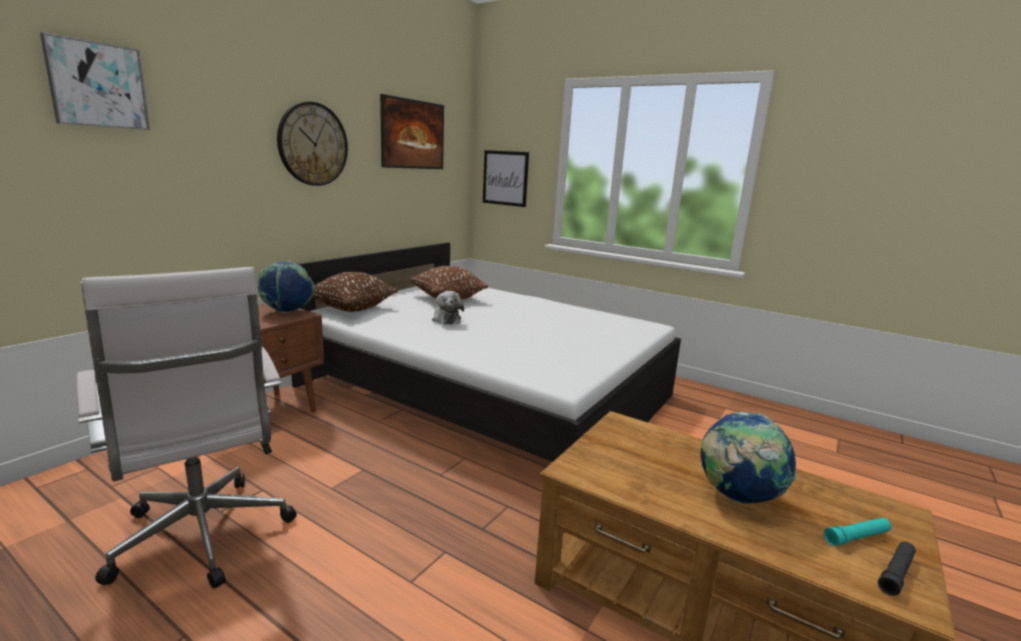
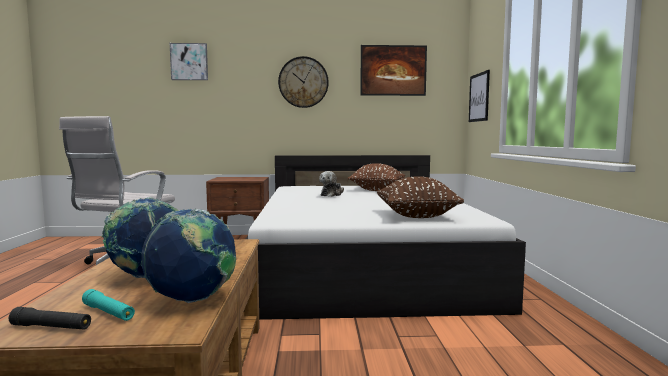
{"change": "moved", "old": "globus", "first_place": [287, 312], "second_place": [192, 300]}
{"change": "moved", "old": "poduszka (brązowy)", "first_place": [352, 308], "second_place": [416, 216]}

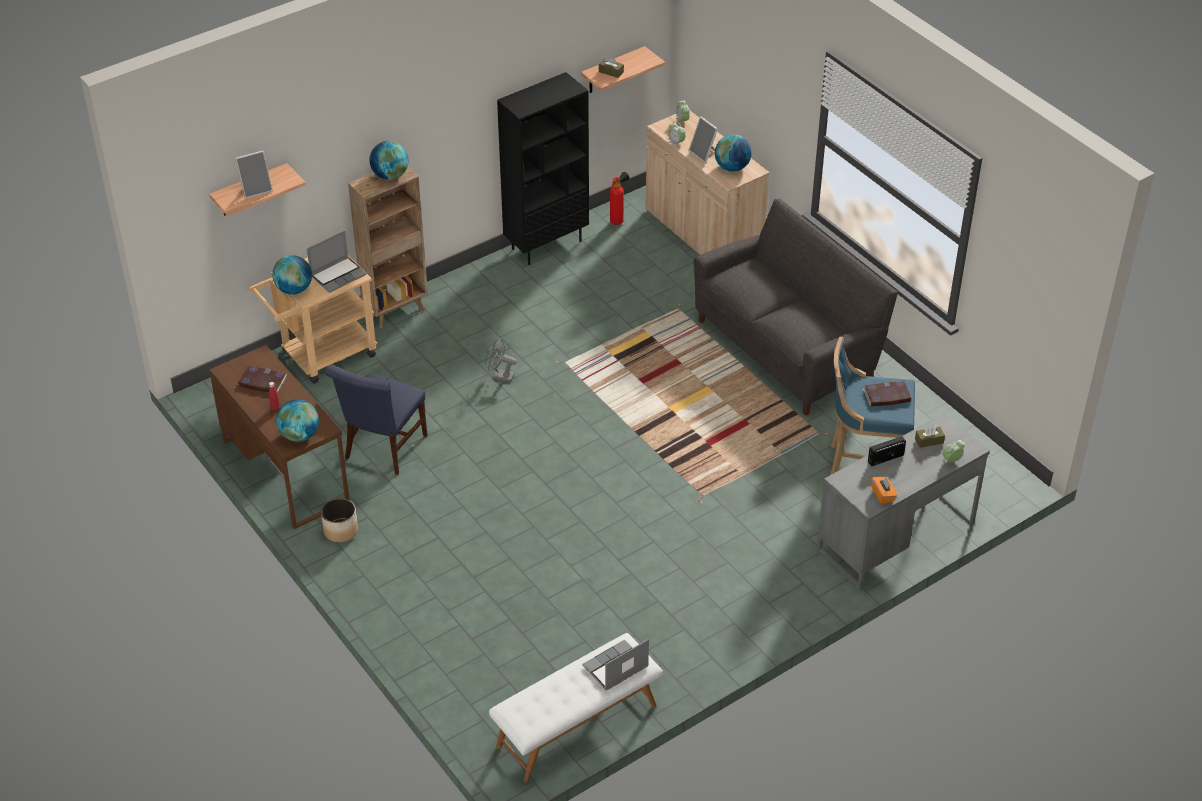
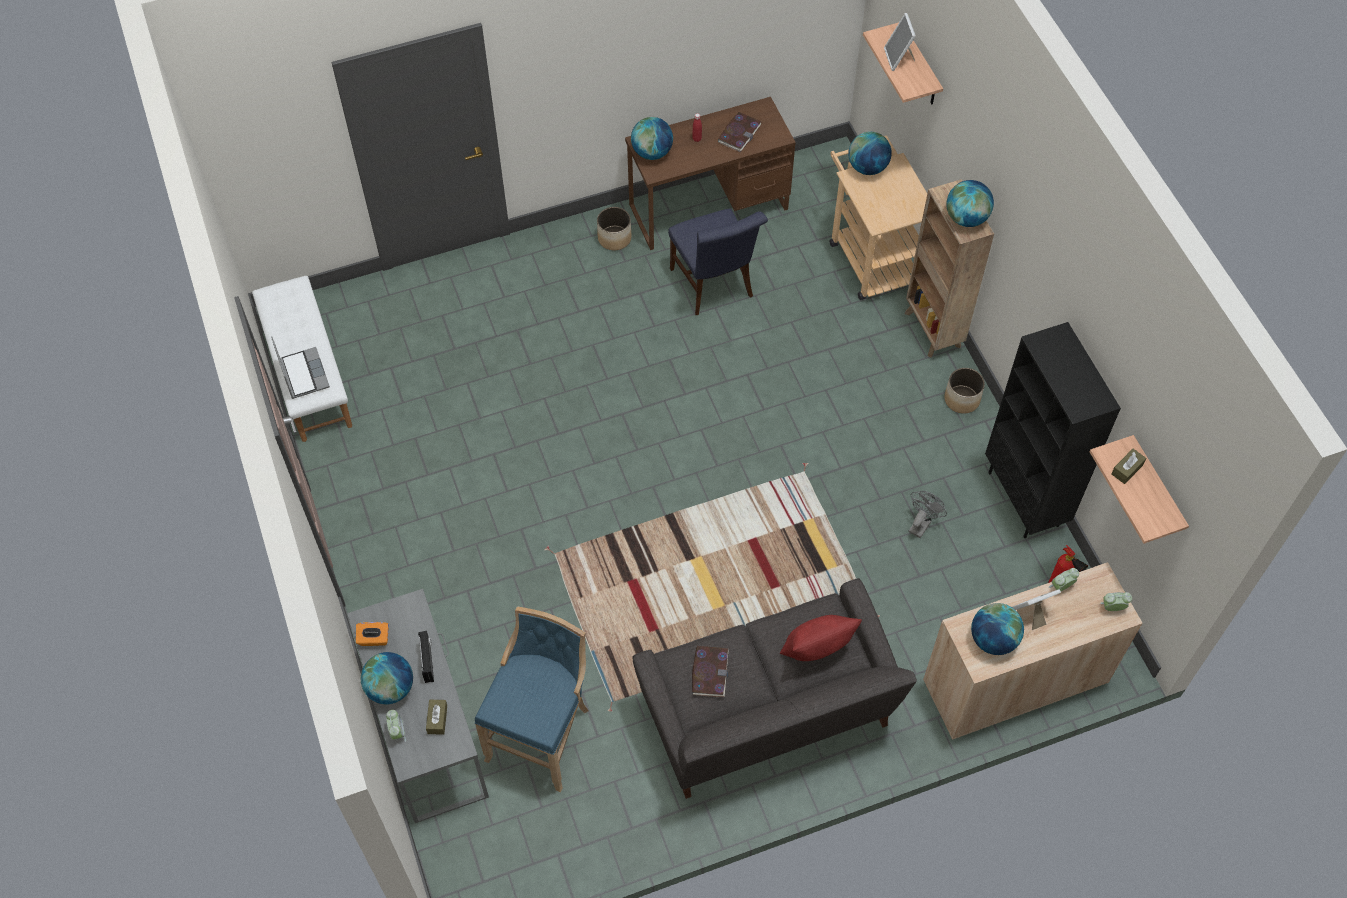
{"change": "removed", "old": "laptop", "first_place": [338, 275]}
{"change": "turned", "old": "krzesło (niebieski)", "first_place": [383, 450], "second_place": [714, 286], "degrees": -150}
{"change": "moved", "old": "wentylator (szary)", "first_place": [499, 375], "second_place": [921, 523]}
{"change": "moved", "old": "książka", "first_place": [886, 396], "second_place": [709, 672]}
{"change": "added", "new": "globus", "second_place": [390, 688]}
{"change": "added", "new": "poduszka (czerwony)", "second_place": [816, 649]}
{"change": "added", "new": "donica", "second_place": [961, 399]}

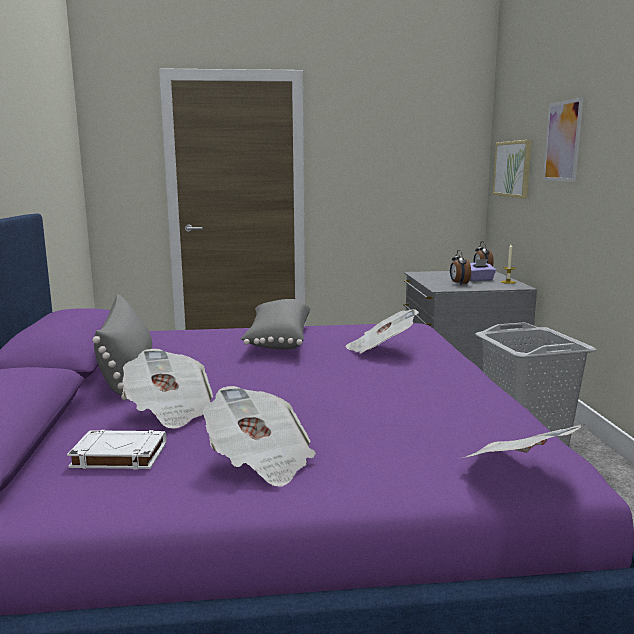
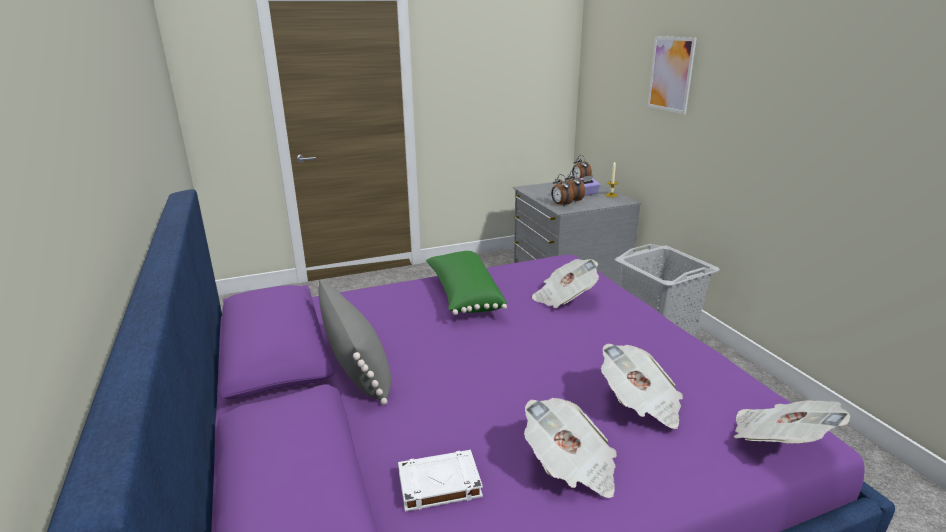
{"change": "moved", "old": "gazeta", "first_place": [170, 410], "second_place": [640, 403]}
{"change": "recoloured", "old": "poduszka (szary)", "new": "poduszka (zielony)", "first_place": [277, 340], "second_place": [463, 295]}
{"change": "removed", "old": "obraz", "first_place": [512, 169]}
{"change": "added", "new": "budzik", "second_place": [560, 205]}

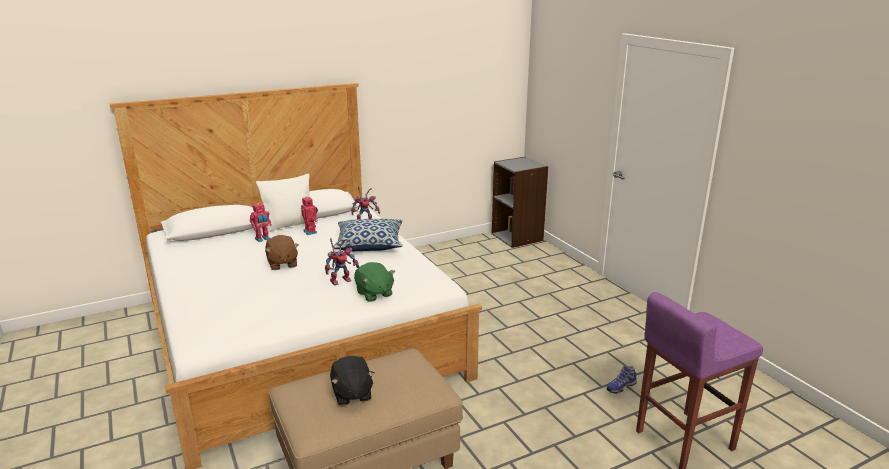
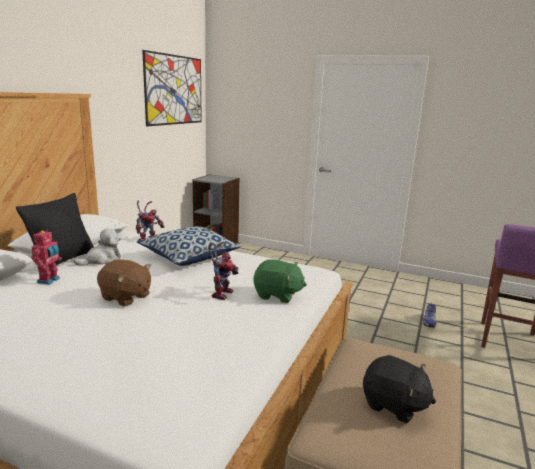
{"change": "recoloured", "old": "poduszka (biały)", "new": "poduszka (czarny)", "first_place": [290, 225], "second_place": [63, 260]}
{"change": "replaced", "old": "robot zabawkowy", "new": "pluszak", "first_place": [311, 232], "second_place": [102, 260]}
{"change": "added", "new": "obraz", "second_place": [174, 90]}

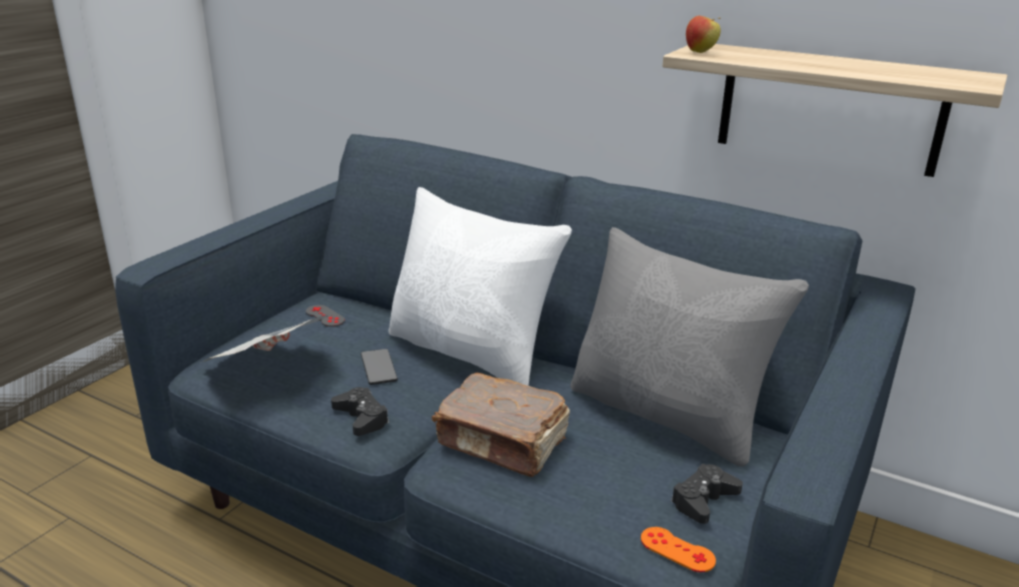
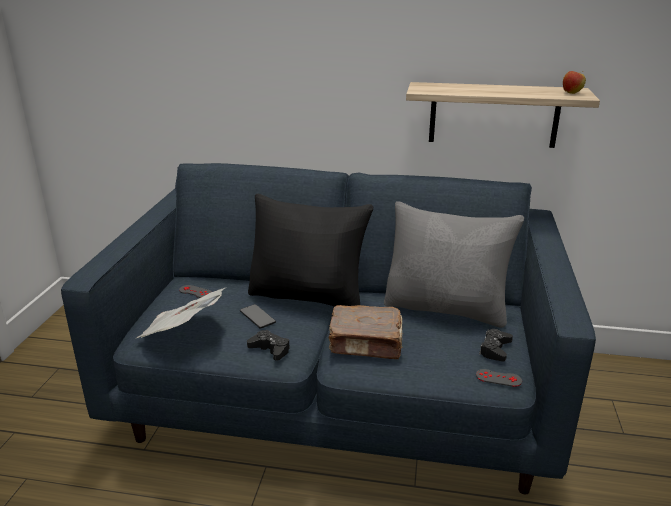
{"change": "recoloured", "old": "poduszka (biały)", "new": "poduszka (czarny)", "first_place": [471, 352], "second_place": [308, 296]}
{"change": "recoloured", "old": "pad do gier (pomarańczowy)", "new": "pad do gier (szary)", "first_place": [677, 550], "second_place": [498, 378]}
{"change": "moved", "old": "jabłko", "first_place": [701, 52], "second_place": [572, 93]}

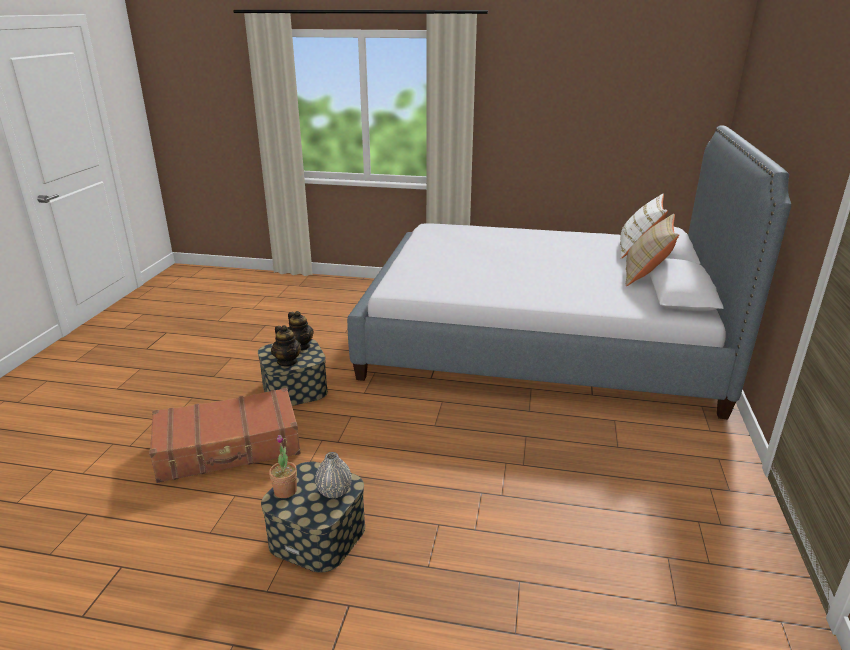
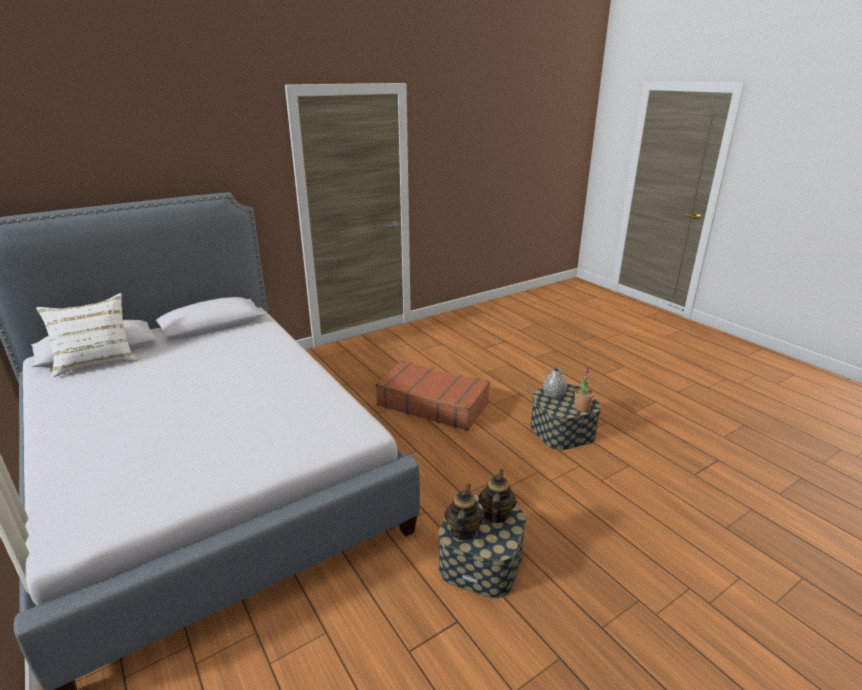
{"change": "moved", "old": "walizka (brązowy)", "first_place": [229, 447], "second_place": [432, 404]}
{"change": "removed", "old": "poduszka (beżowy)", "first_place": [645, 275]}

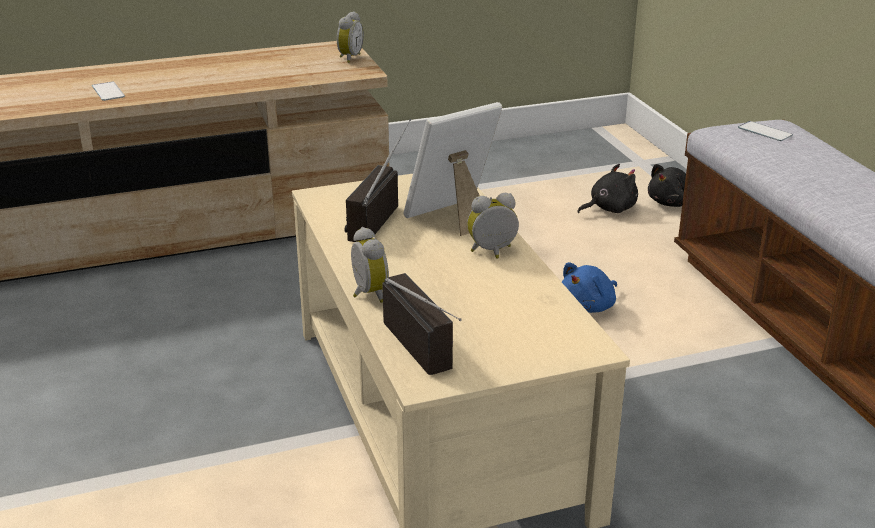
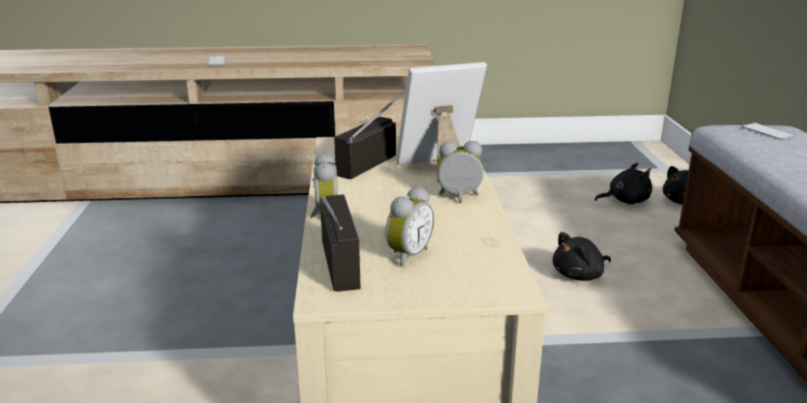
{"change": "moved", "old": "budzik", "first_place": [349, 58], "second_place": [407, 255]}
{"change": "recoloured", "old": "pluszak (niebieski)", "new": "pluszak (czarny)", "first_place": [589, 306], "second_place": [579, 275]}

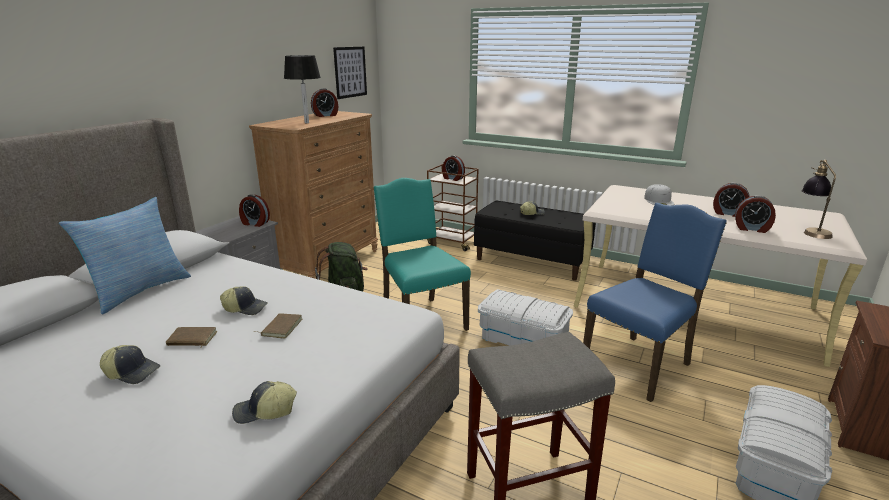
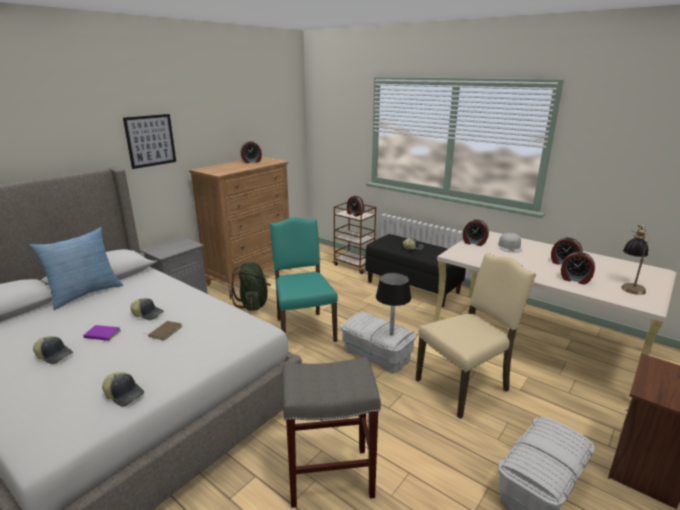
{"change": "recoloured", "old": "książka (brązowy)", "new": "książka (fioletowy)", "first_place": [191, 339], "second_place": [101, 335]}
{"change": "turned", "old": "czapka z daszkiem", "first_place": [265, 412], "second_place": [124, 394], "degrees": -150}
{"change": "moved", "old": "budzik", "first_place": [255, 223], "second_place": [474, 243]}
{"change": "moved", "old": "lampa stołowa (czarny)", "first_place": [307, 123], "second_place": [391, 334]}
{"change": "moved", "old": "obraz", "first_place": [350, 72], "second_place": [150, 140]}
{"change": "recoloured", "old": "krzesło (niebieski)", "new": "krzesło (beżowy)", "first_place": [639, 364], "second_place": [465, 385]}

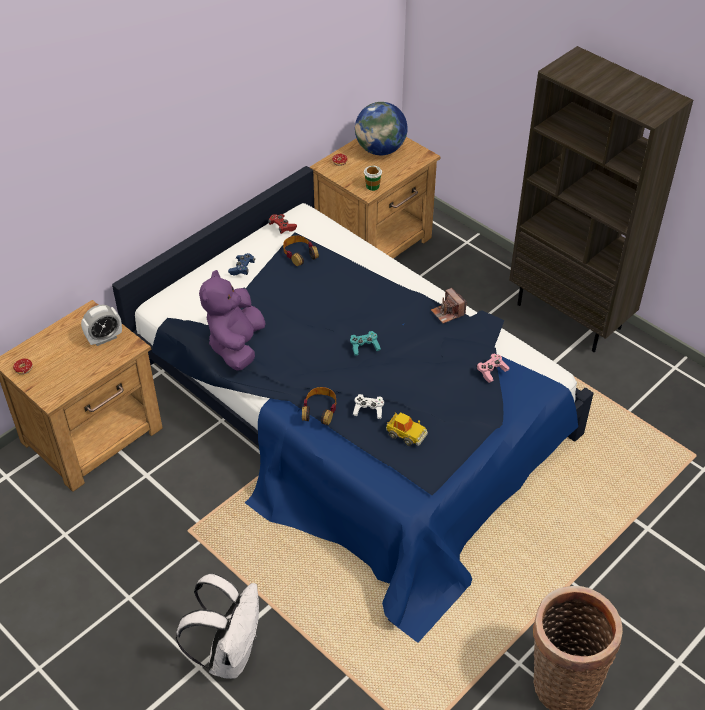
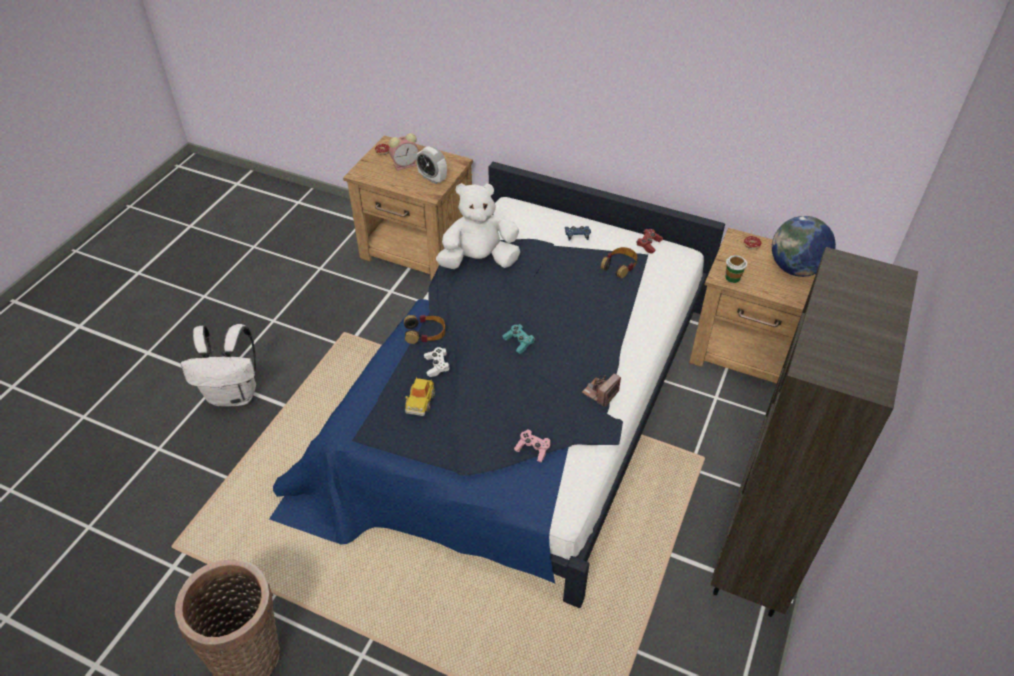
{"change": "recoloured", "old": "pluszak (fioletowy)", "new": "pluszak (biały)", "first_place": [236, 346], "second_place": [479, 260]}
{"change": "added", "new": "budzik", "second_place": [406, 164]}

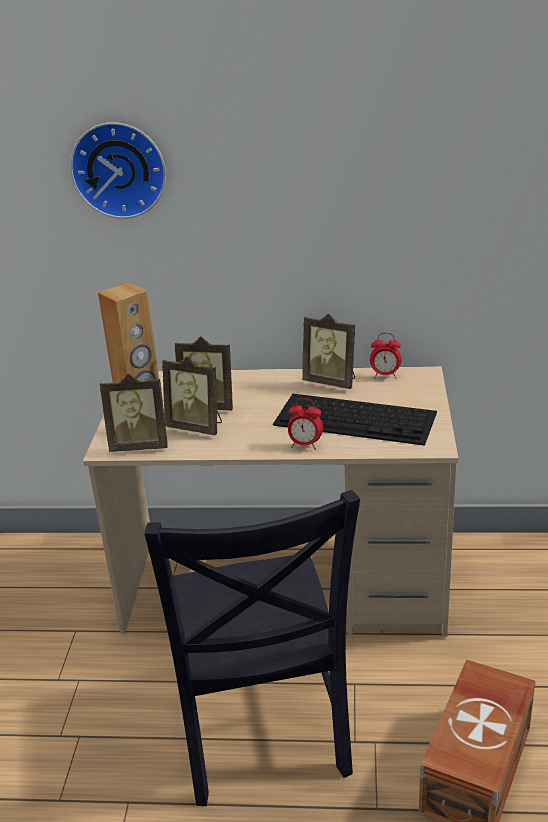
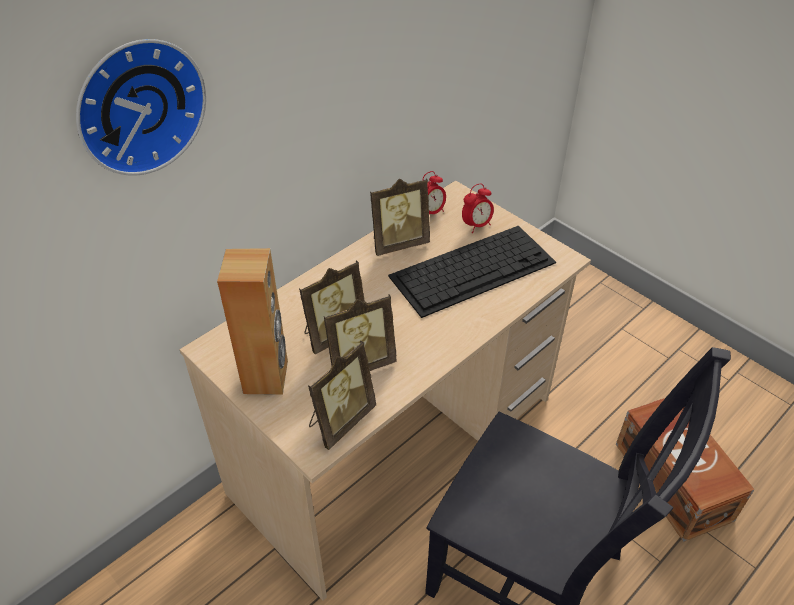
{"change": "moved", "old": "budzik", "first_place": [305, 445], "second_place": [476, 225]}

